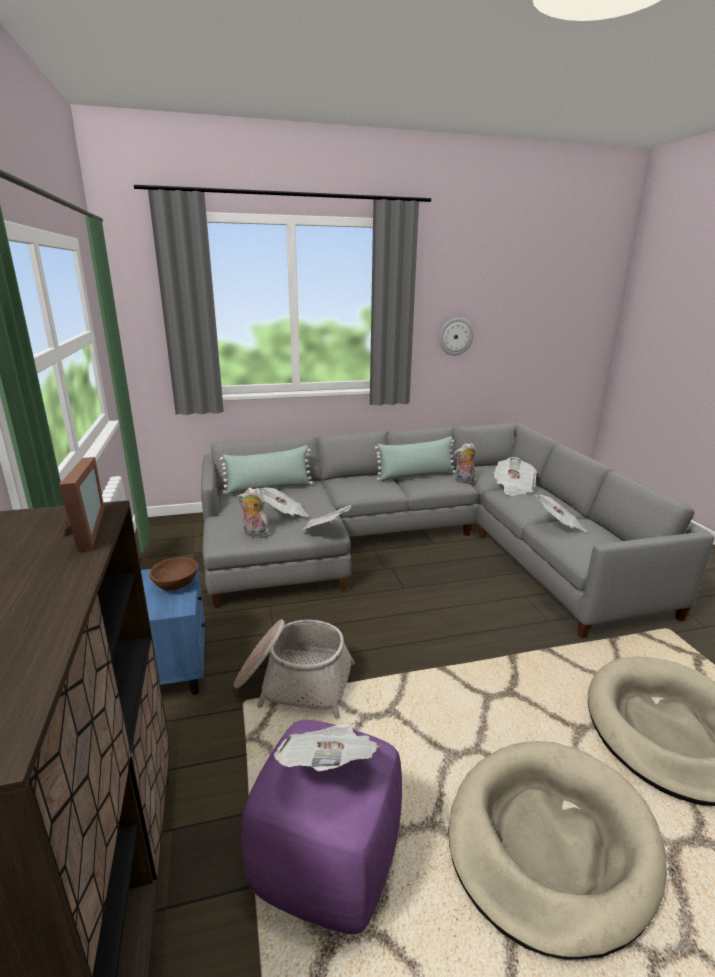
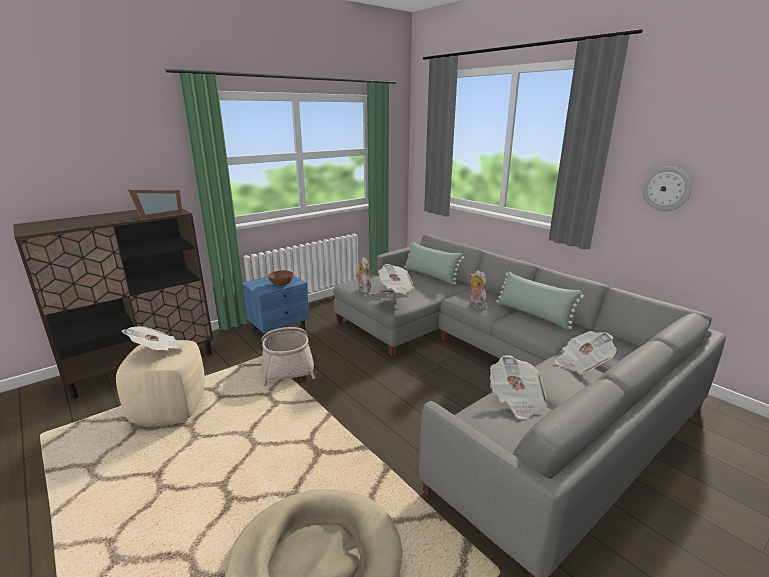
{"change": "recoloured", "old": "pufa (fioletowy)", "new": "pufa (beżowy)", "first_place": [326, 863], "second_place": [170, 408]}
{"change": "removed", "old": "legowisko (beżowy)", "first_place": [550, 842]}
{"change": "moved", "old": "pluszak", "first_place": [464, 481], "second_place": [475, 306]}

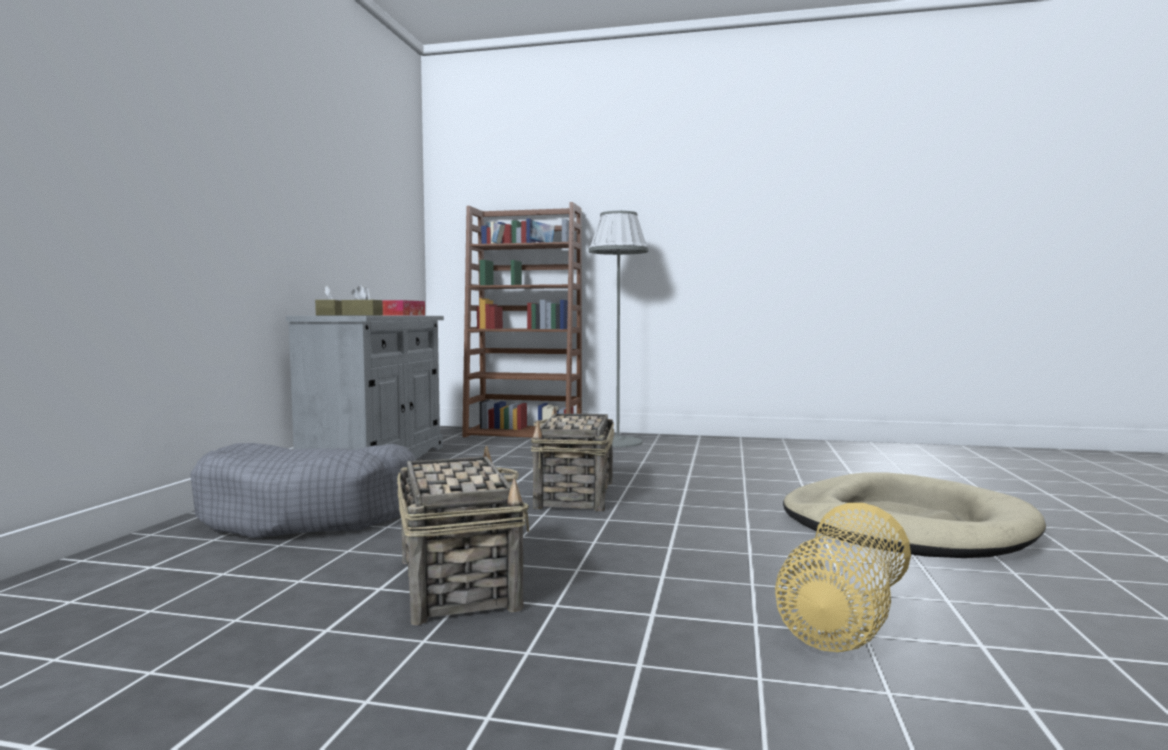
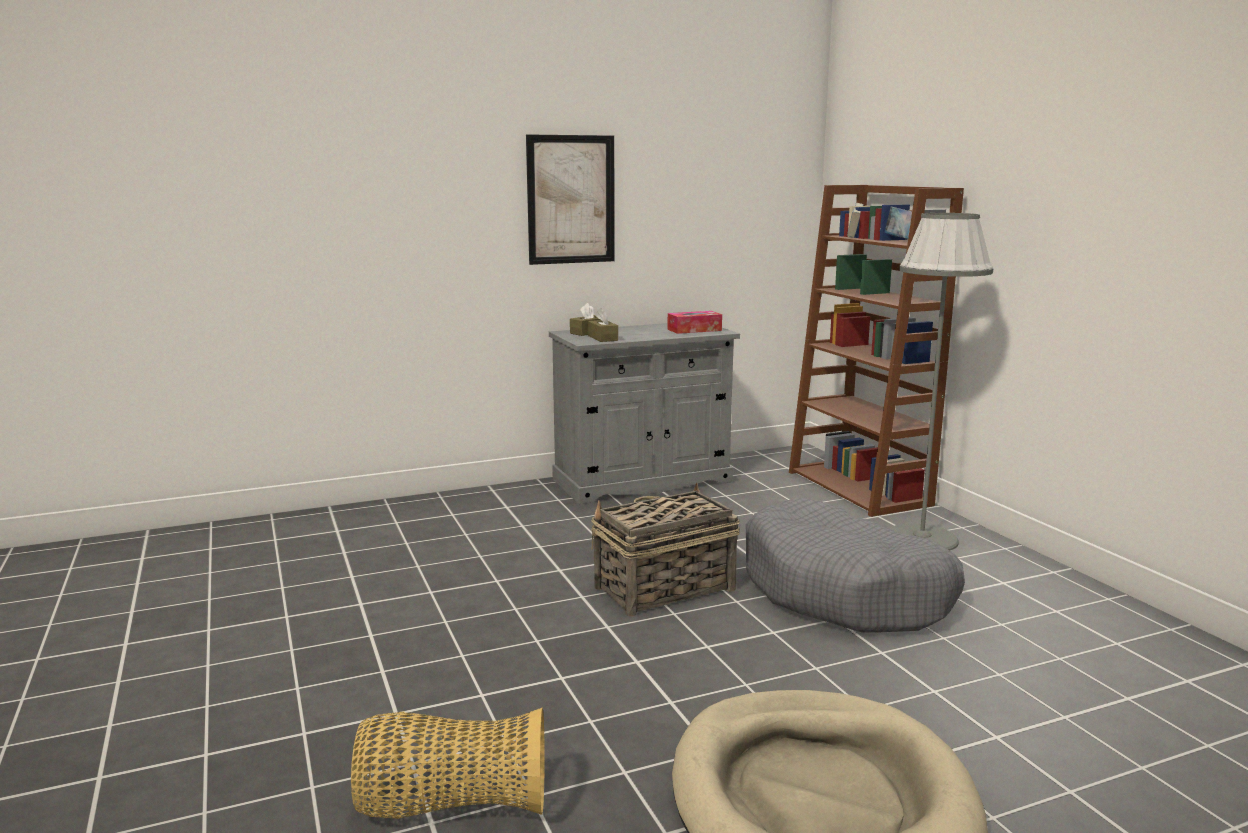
{"change": "moved", "old": "legowisko (szary)", "first_place": [312, 514], "second_place": [845, 592]}
{"change": "removed", "old": "koszyk", "first_place": [457, 582]}
{"change": "added", "new": "obraz", "second_place": [571, 200]}

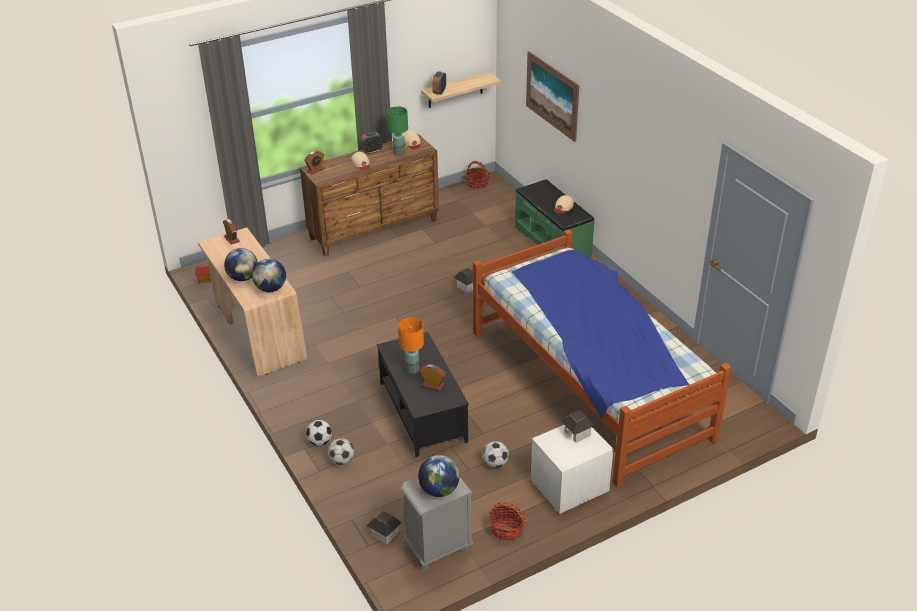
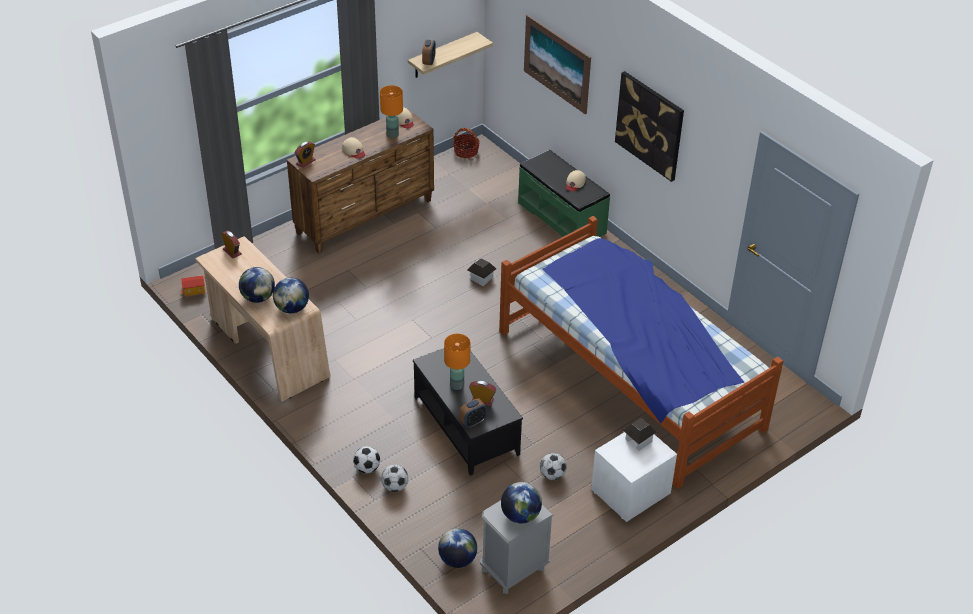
{"change": "moved", "old": "budzik", "first_place": [372, 151], "second_place": [473, 422]}
{"change": "replaced", "old": "domek", "new": "globus", "first_place": [385, 533], "second_place": [457, 560]}
{"change": "recoloured", "old": "lampa stołowa (zielony)", "new": "lampa stołowa (pomarańczowy)", "first_place": [399, 153], "second_place": [392, 134]}
{"change": "removed", "old": "koszyk", "first_place": [506, 529]}
{"change": "added", "new": "obraz", "second_place": [650, 125]}

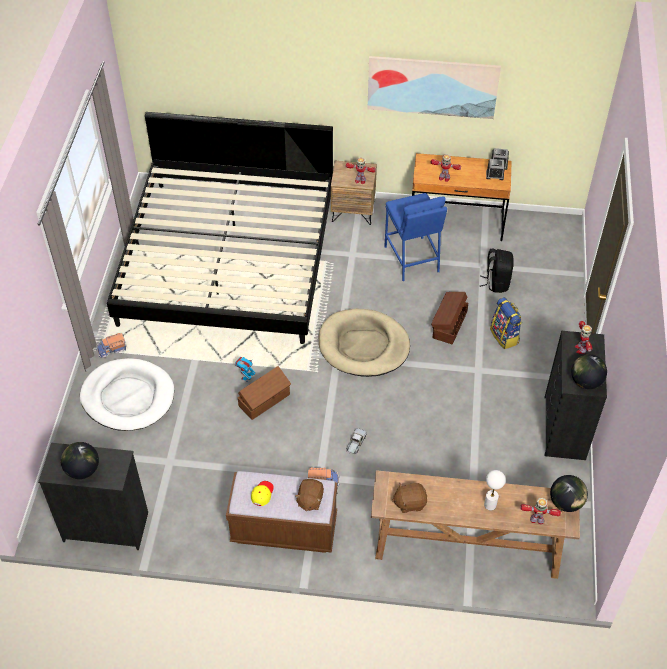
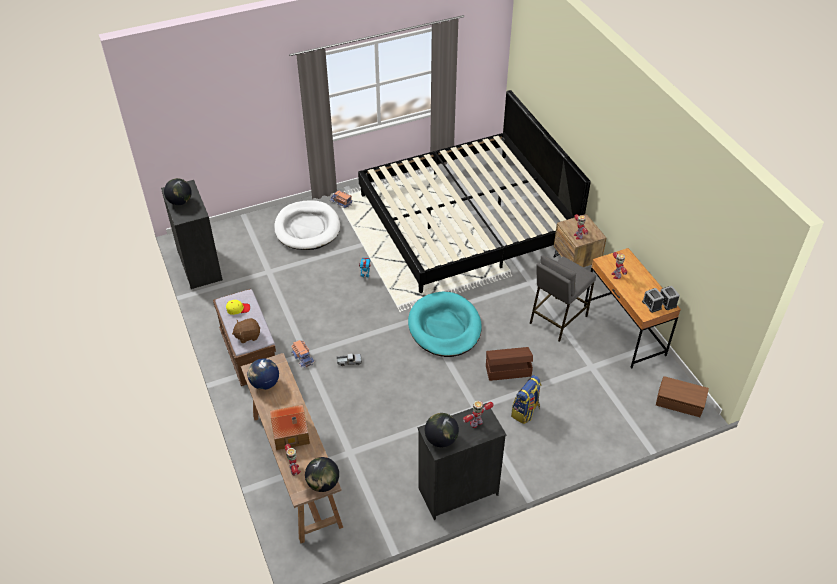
{"change": "moved", "old": "pojemnik do przechowywania (brązowy)", "first_place": [265, 400], "second_place": [679, 404]}
{"change": "recoloured", "old": "legowisko (beżowy)", "new": "legowisko (turkusowy)", "first_place": [363, 345], "second_place": [445, 327]}
{"change": "removed", "old": "obraz", "first_place": [432, 87]}
{"change": "recoloured", "old": "stołek (niebieski)", "new": "stołek (szary)", "first_place": [412, 259], "second_place": [557, 319]}
{"change": "replaced", "old": "pluszak (brązowy)", "new": "globus", "first_place": [409, 502], "second_place": [264, 383]}
{"change": "removed", "old": "plecak (czarny)", "first_place": [496, 282]}
{"change": "replaced", "old": "lampa stołowa (biały)", "new": "domek", "first_place": [490, 505], "second_place": [291, 434]}

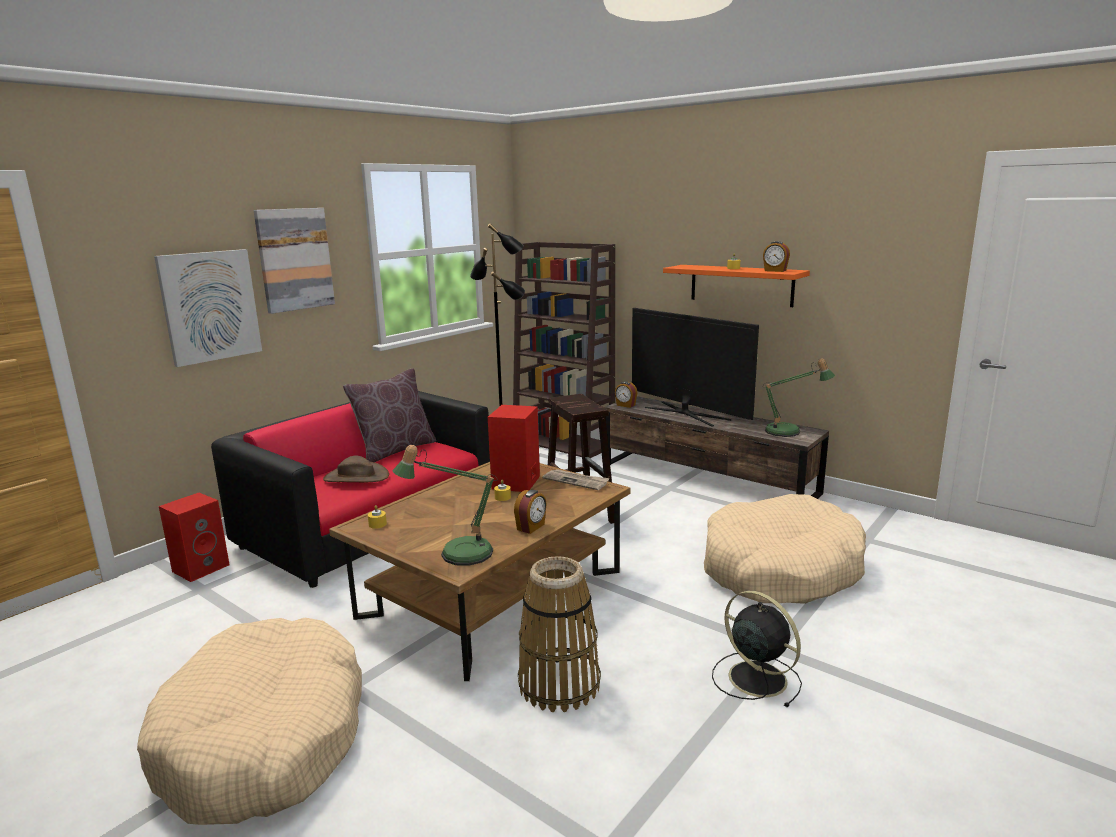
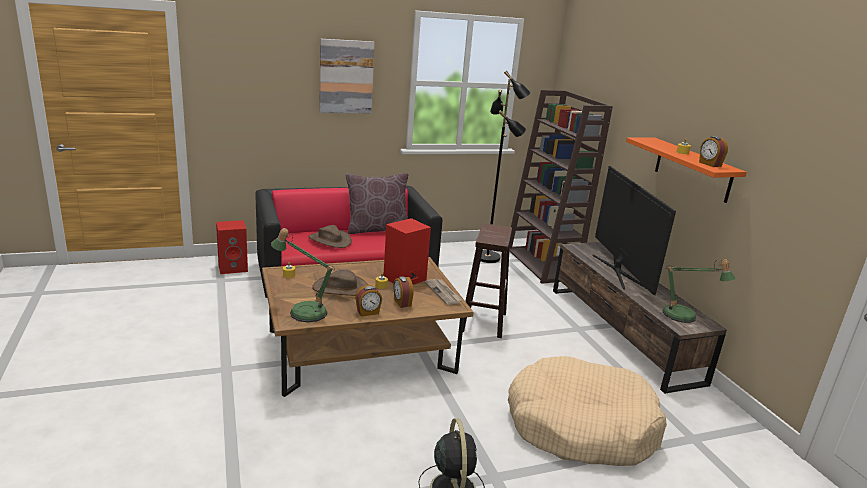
{"change": "removed", "old": "legowisko (beżowy)", "first_place": [264, 739]}
{"change": "removed", "old": "obraz", "first_place": [210, 306]}
{"change": "removed", "old": "koszyk", "first_place": [559, 684]}
{"change": "moved", "old": "budzik", "first_place": [625, 405], "second_place": [402, 303]}
{"change": "added", "new": "kapelusz (brązowy)", "second_place": [341, 288]}

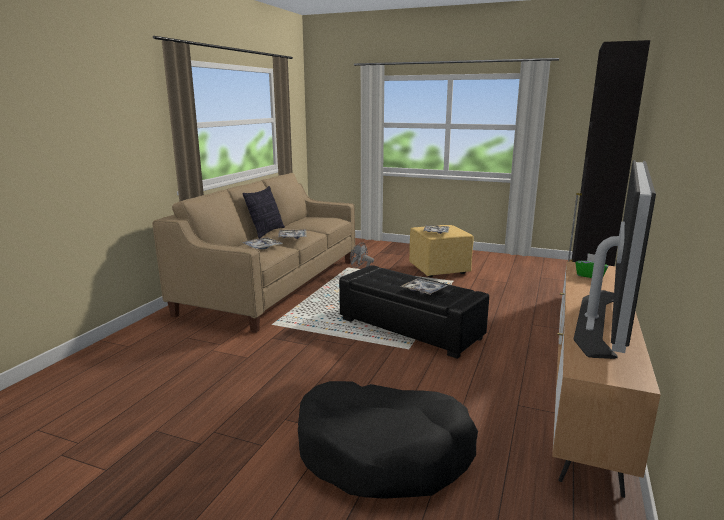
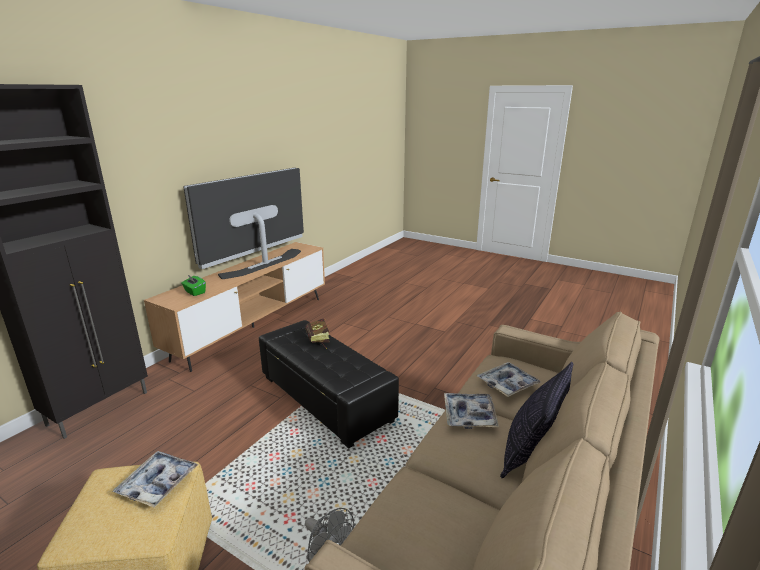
{"change": "removed", "old": "legowisko (czarny)", "first_place": [384, 452]}
{"change": "replaced", "old": "taca", "new": "książka", "first_place": [424, 290], "second_place": [318, 341]}

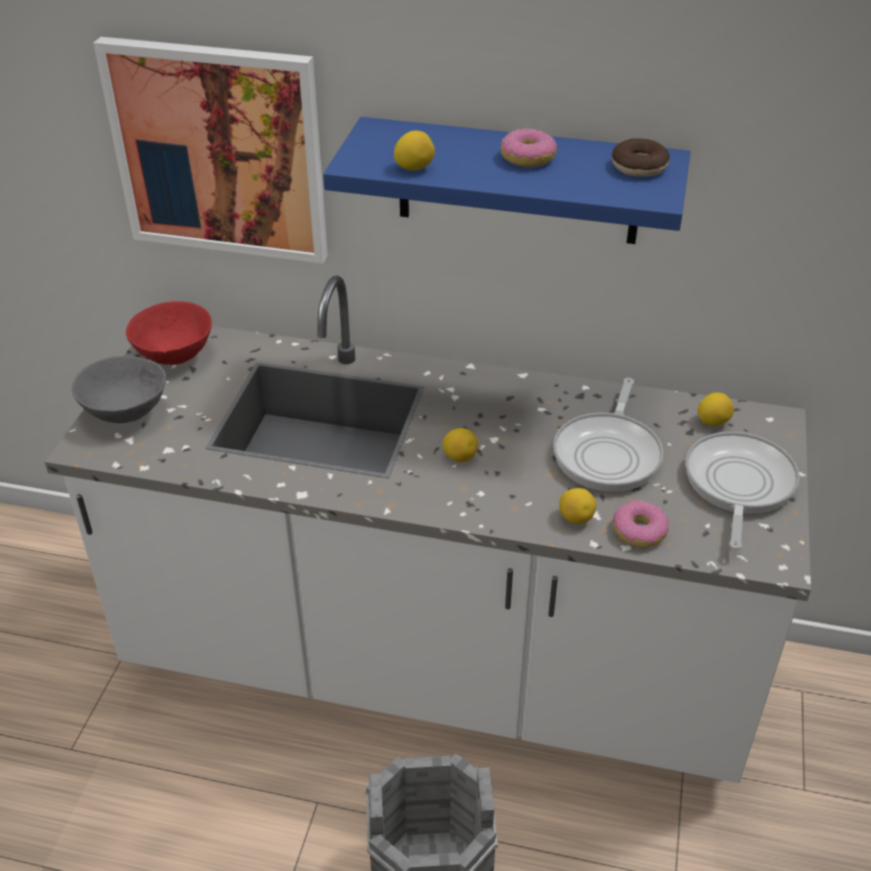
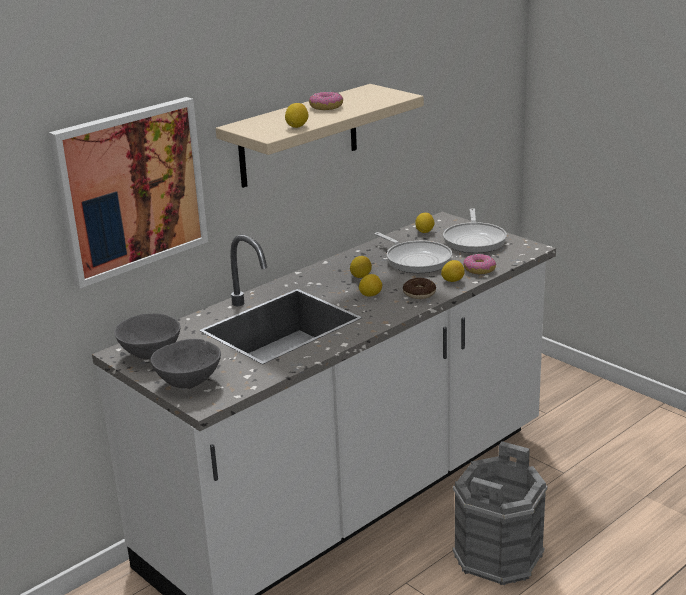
{"change": "recoloured", "old": "miska (czerwony)", "new": "miska (szary)", "first_place": [173, 356], "second_place": [149, 355]}
{"change": "recoloured", "old": "półka (niebieski)", "new": "półka (beżowy)", "first_place": [518, 182], "second_place": [299, 136]}
{"change": "moved", "old": "donut", "first_place": [639, 167], "second_place": [419, 293]}
{"change": "turned", "old": "patelnia", "first_place": [738, 485], "second_place": [474, 240], "degrees": -135}
{"change": "added", "new": "cytryna", "second_place": [360, 276]}

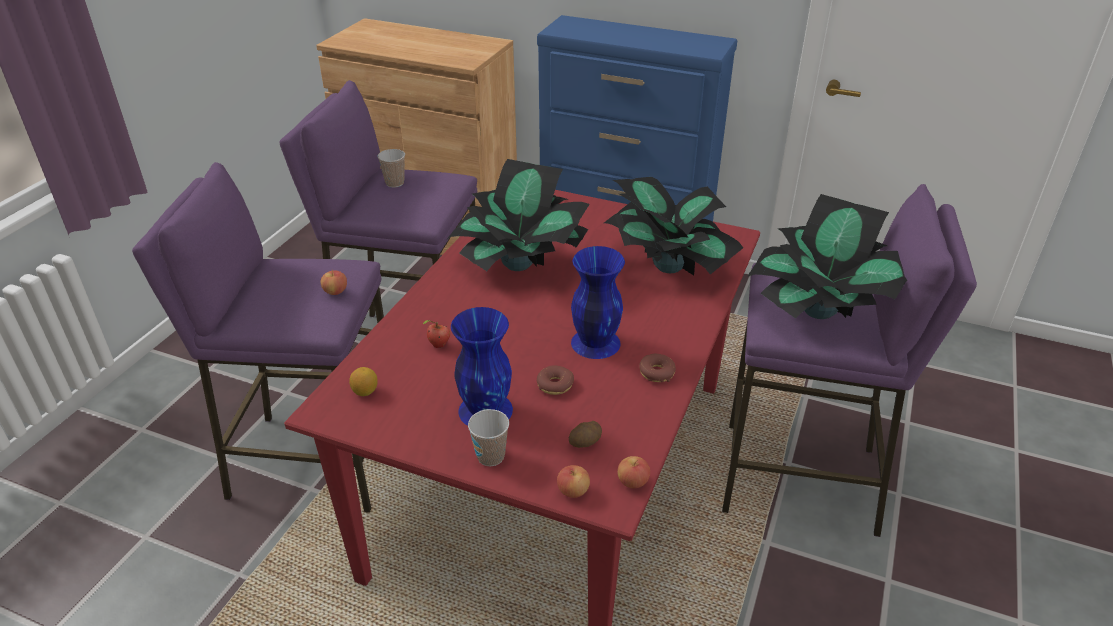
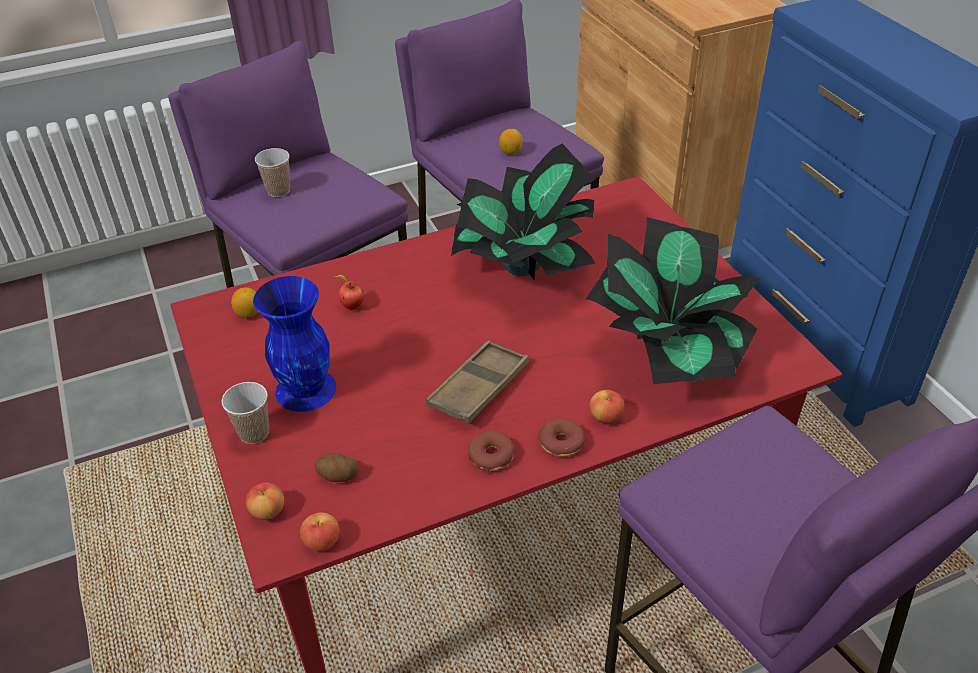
{"change": "moved", "old": "jabłko", "first_place": [335, 291], "second_place": [606, 417]}
{"change": "moved", "old": "filiżanka", "first_place": [395, 183], "second_place": [278, 191]}
{"change": "moved", "old": "donut", "first_place": [555, 385], "second_place": [561, 443]}
{"change": "replaced", "old": "wazon (niebieski)", "new": "taca (brązowy)", "first_place": [594, 342], "second_place": [479, 387]}
{"change": "removed", "old": "roślina doniczkowa", "first_place": [820, 311]}
{"change": "added", "new": "cytryna", "second_place": [510, 152]}

